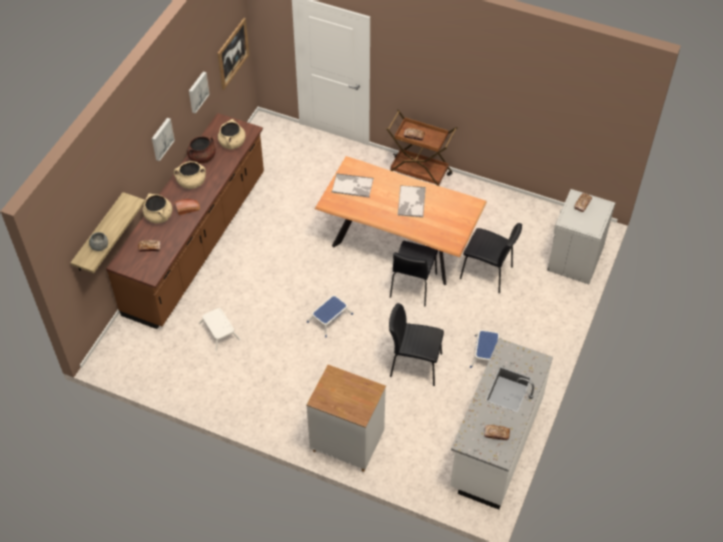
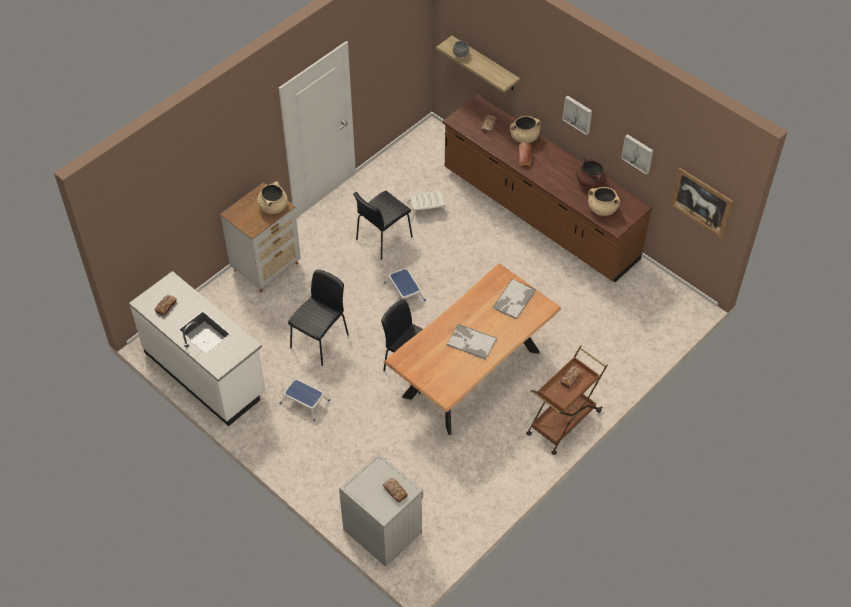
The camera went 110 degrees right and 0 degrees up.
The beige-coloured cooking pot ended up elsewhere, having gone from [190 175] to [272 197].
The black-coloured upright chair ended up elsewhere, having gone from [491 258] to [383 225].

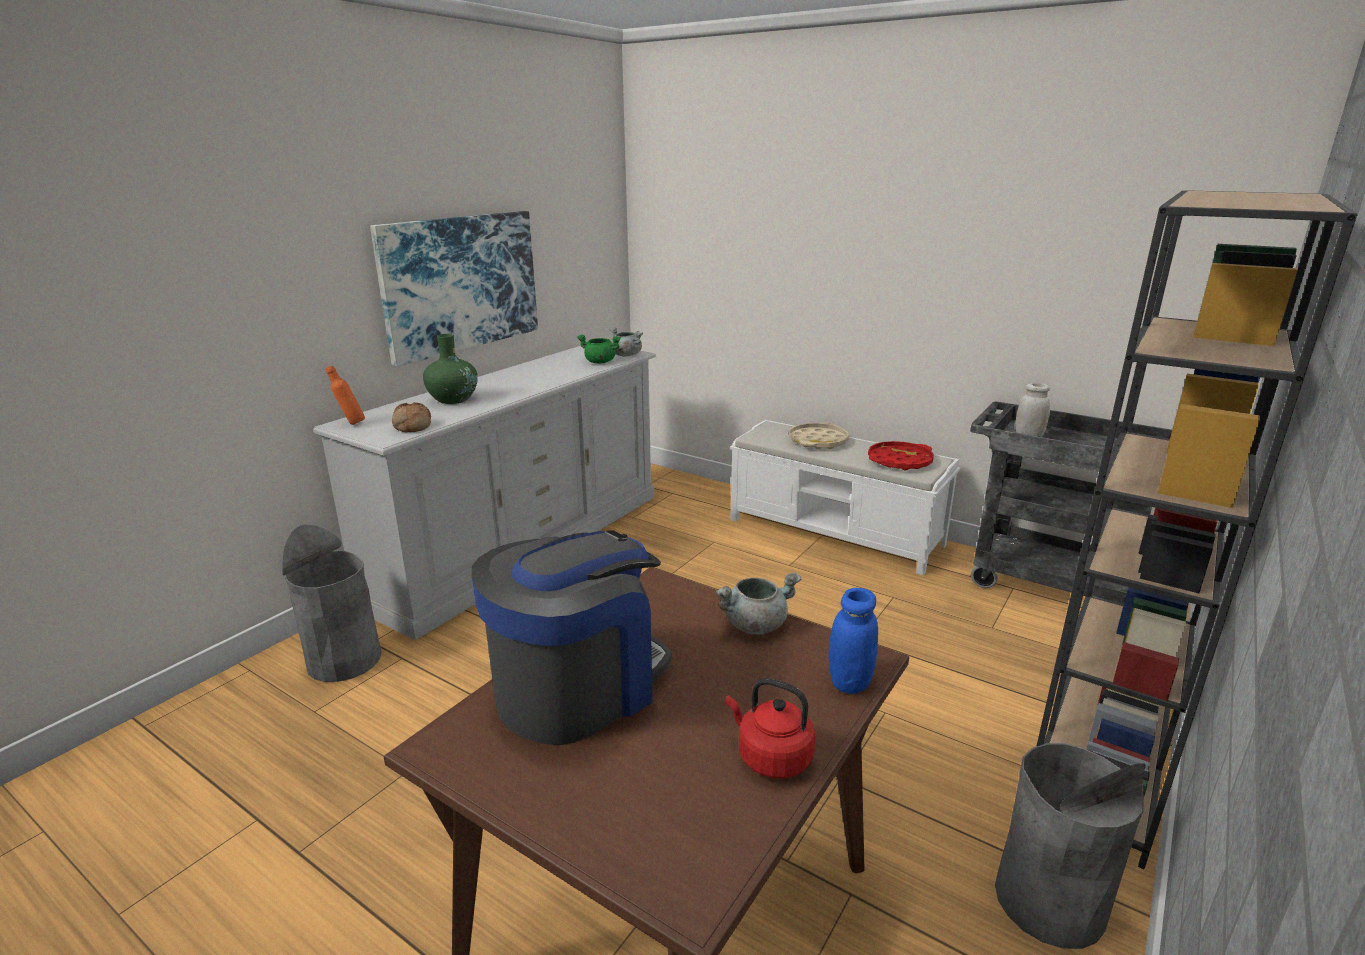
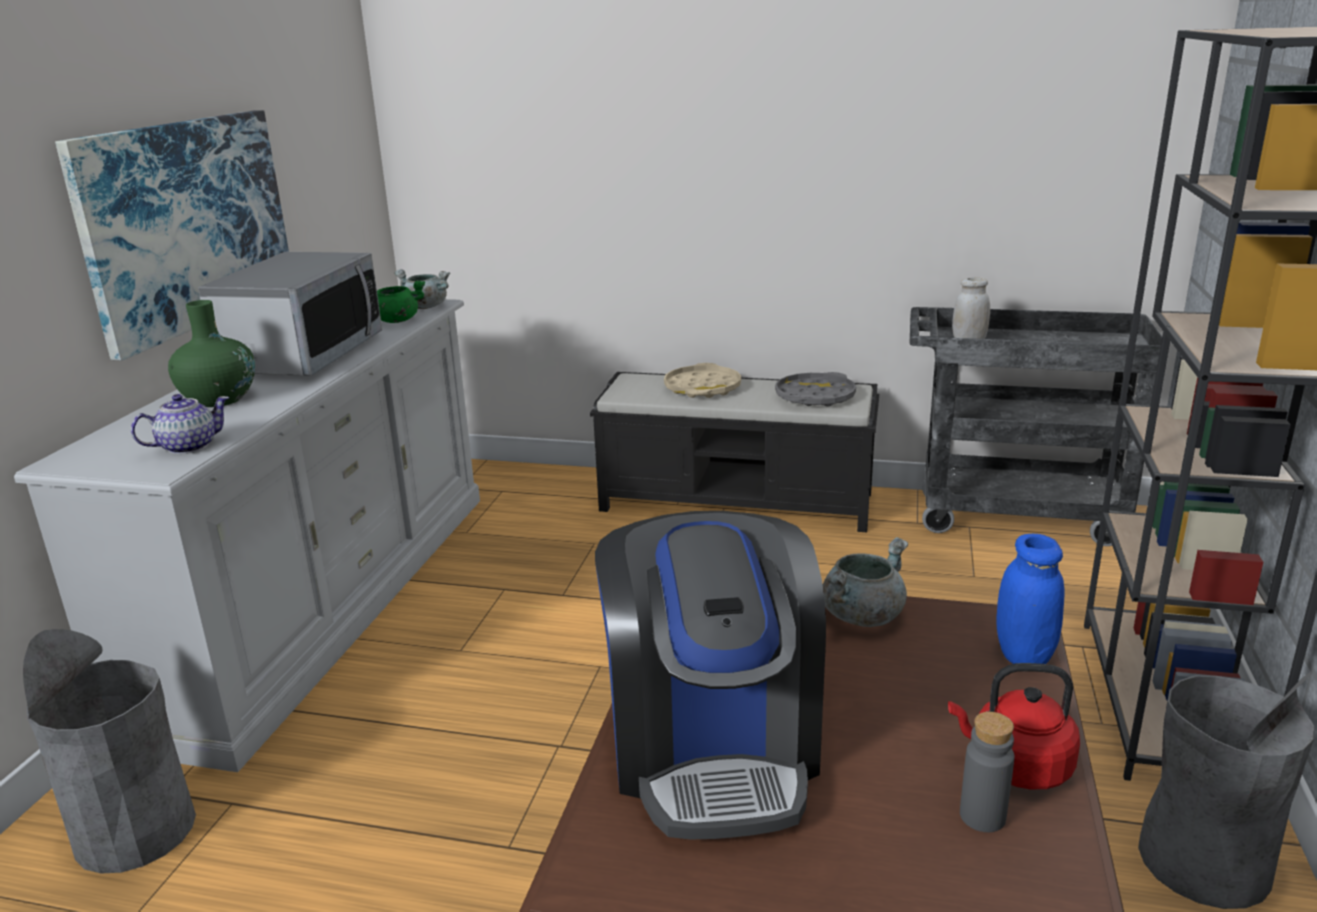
The camera went 20 degrees left and 0 degrees up.
Where the baked bread stood at [411 417], the tea pot came to stand at [180 424].
The second view gained the microwave at [290 314].
What was the white bench at [845 497] turned into the black-coloured bench at [734 452].
The coffee brewer at [572 638] ended up facing another way, 150 degrees clockwise from before.
What was the red tray at [901 455] turned into the gray tray at [815 389].
The second view gained the gray beverage bottle at [987 772].
The second view lost the orangey beverage bottle at [345 395].

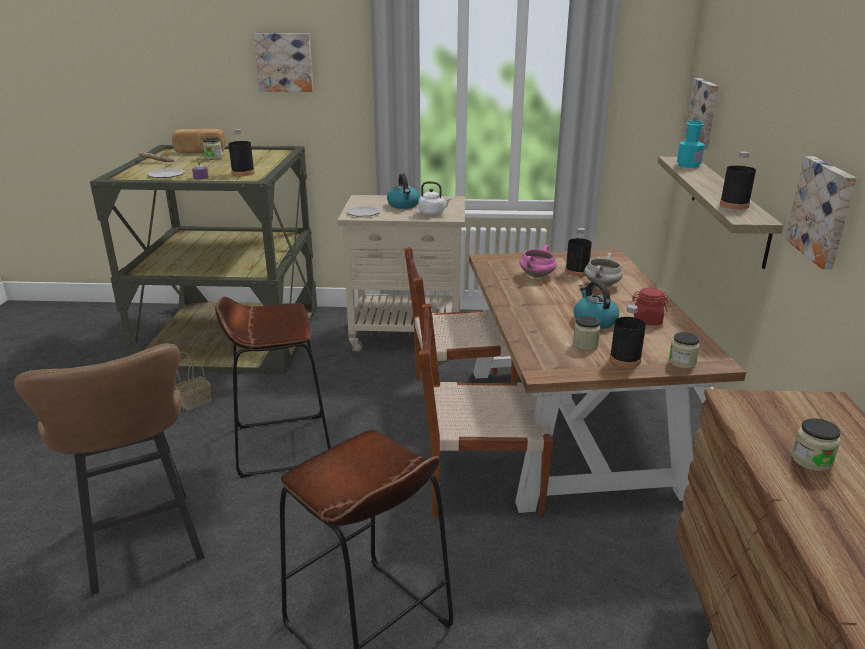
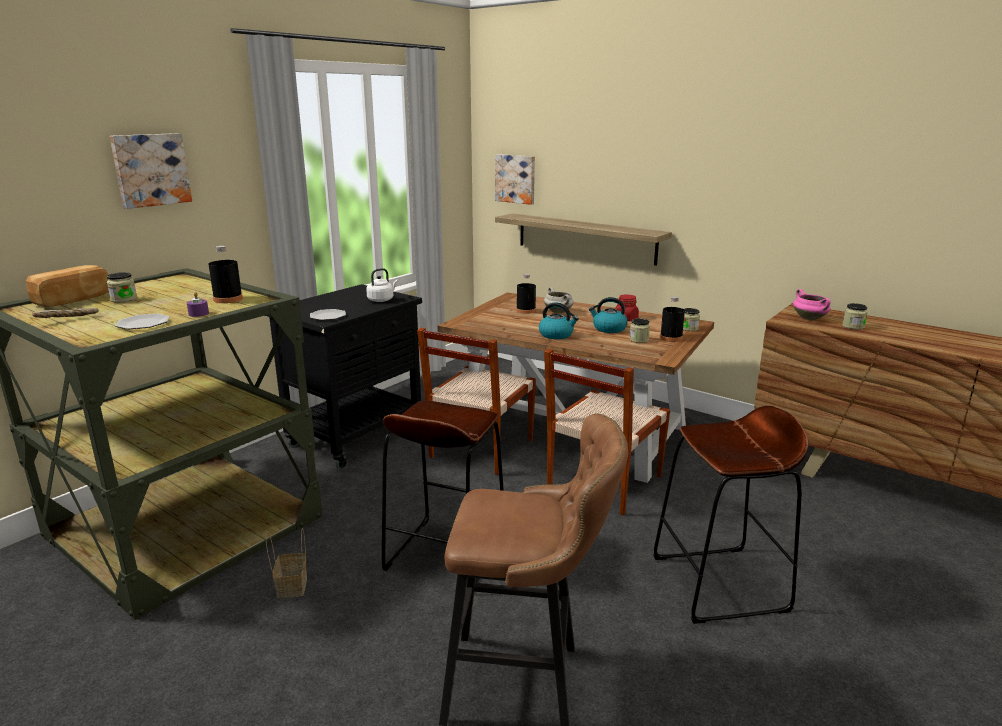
The camera went 55 degrees left and 5 degrees down.
What was the beige-coloured trolley at [401 273] turned into the black-coloured trolley at [343 376].
The water kettle ended up elsewhere, having gone from [403 191] to [559 321].
The pink-coloured cooking pot ended up elsewhere, having gone from [538 261] to [812 304].
The second view lost the turquoise beverage bottle at [691 144].
The second view lost the black-coloured beverage bottle at [738 180].
The second view lost the wall art at [821 212].

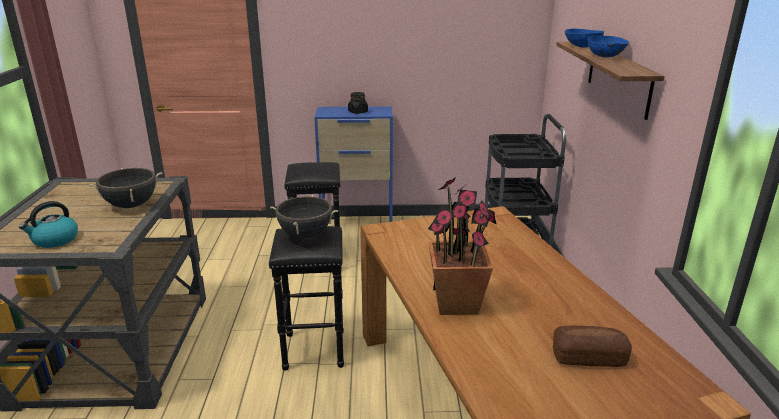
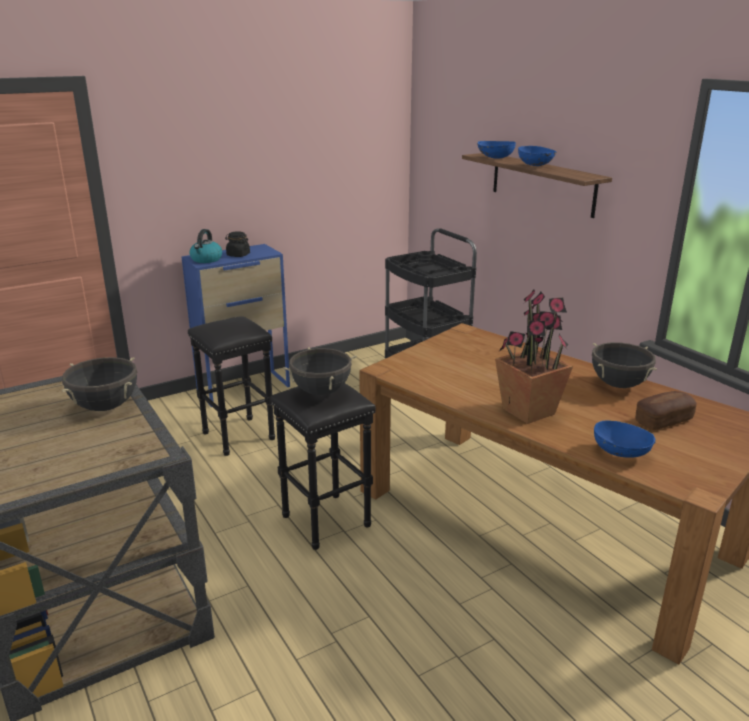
The camera went 30 degrees left and 0 degrees up.
The water kettle ended up elsewhere, having gone from [48 224] to [206 246].
The second view gained the black-coloured cooking pot at [624 365].
The second view gained the blue-coloured serving bowl at [625 439].

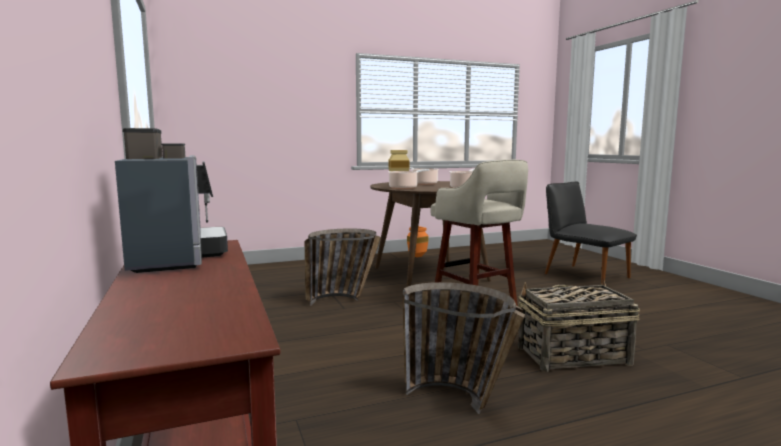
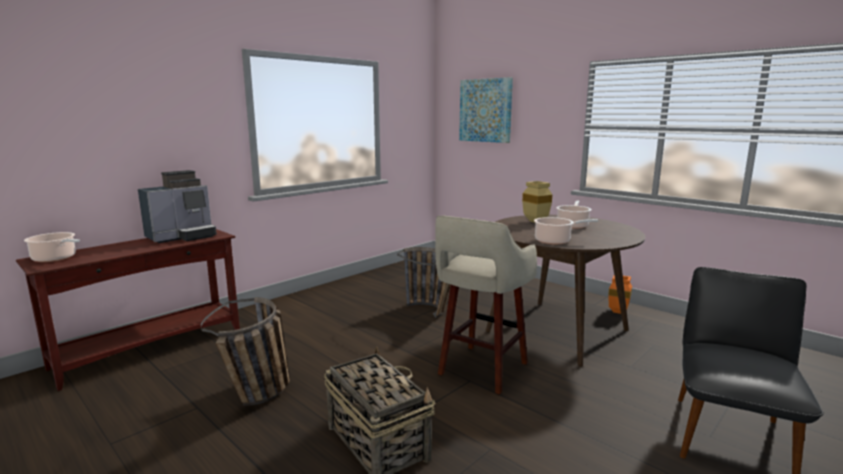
The camera went 65 degrees right and 5 degrees up.
The cooking pot ended up elsewhere, having gone from [408 179] to [52 247].
The second view gained the wall art at [486 110].

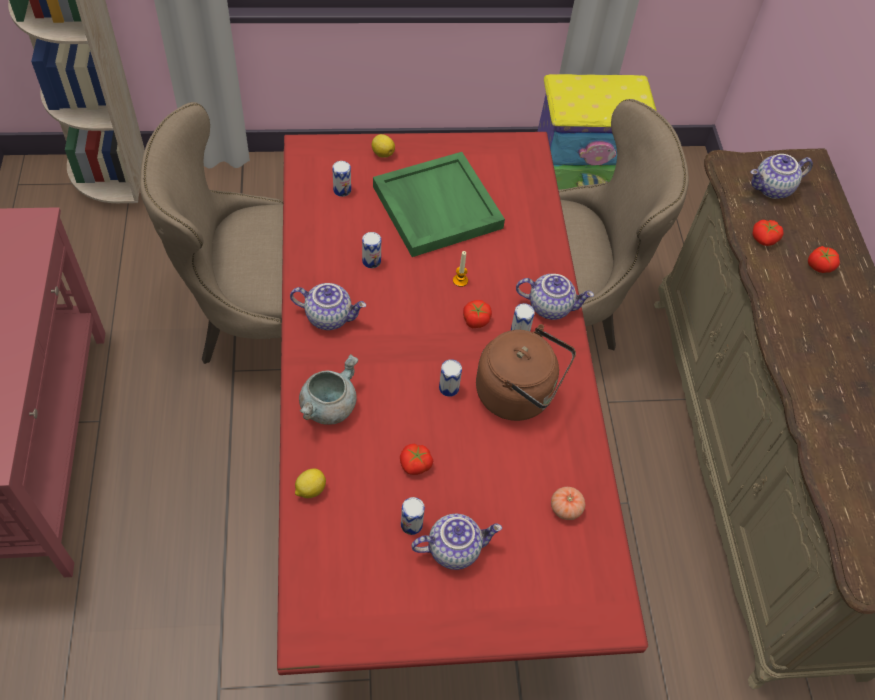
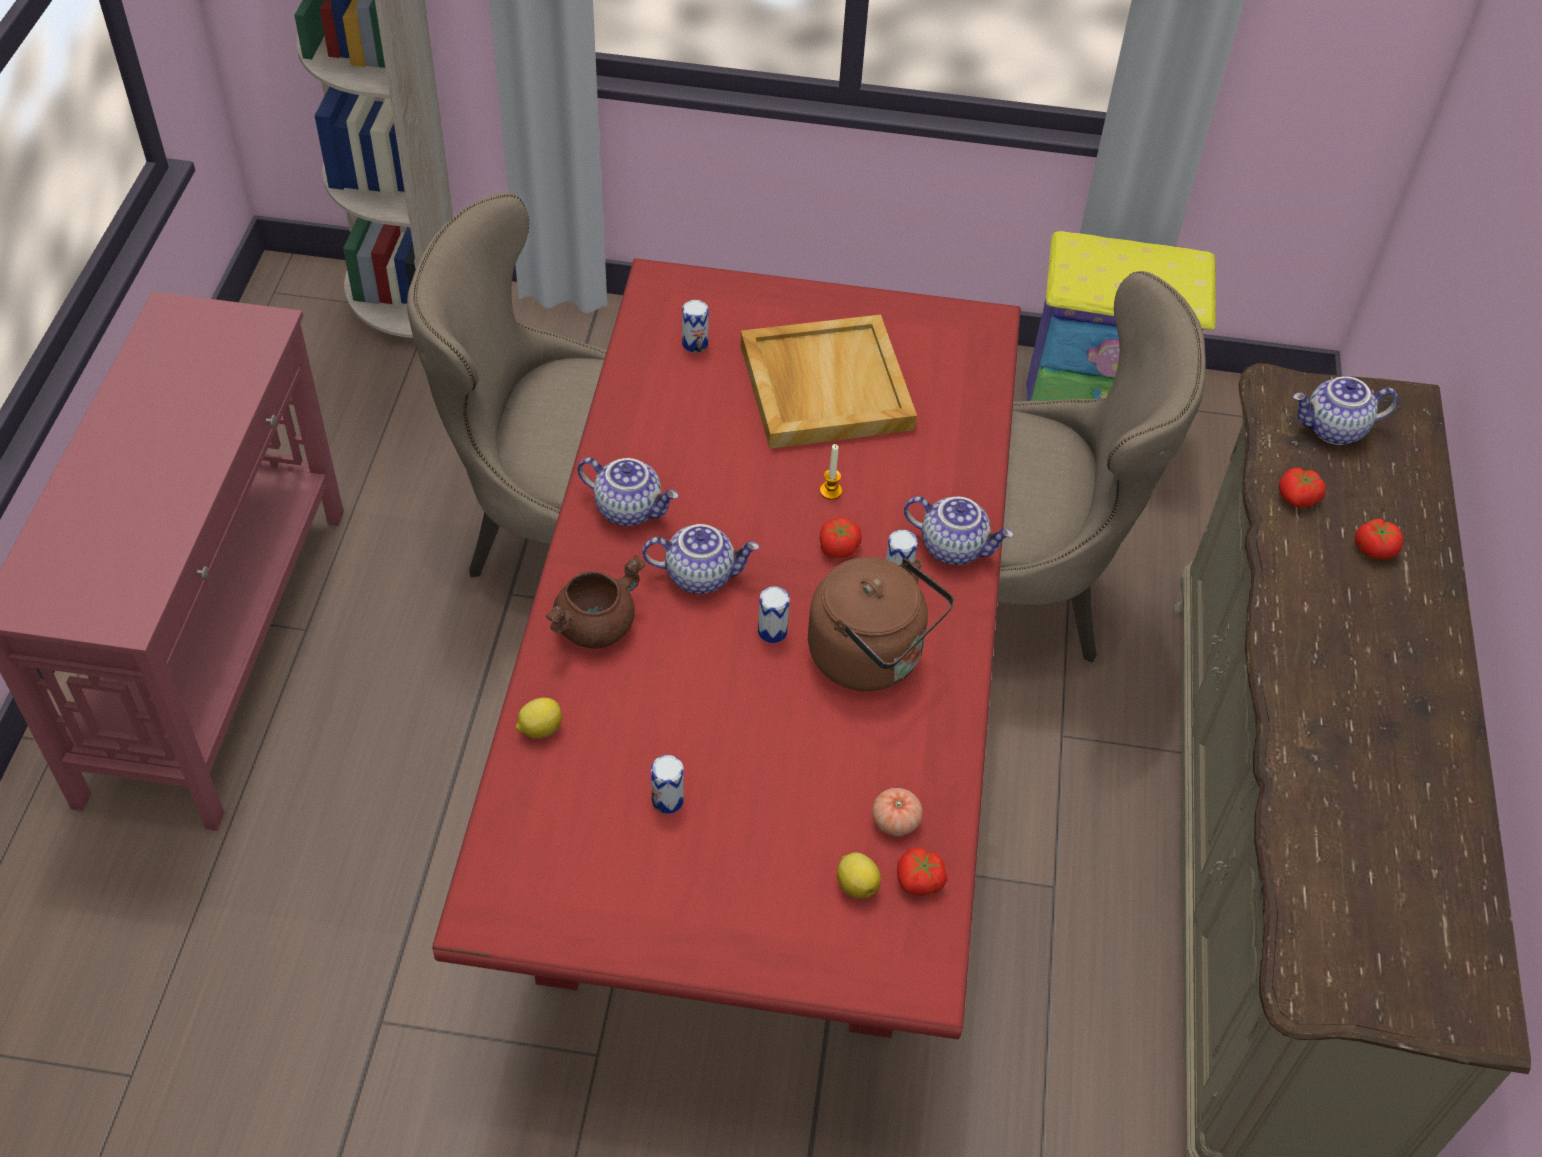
The camera went 15 degrees right and 5 degrees down.
What was the gray cooking pot at [328 389] turned into the brown-coloured cooking pot at [595 602].
The tea pot ended up elsewhere, having gone from [456 542] to [700 559].
What was the green-coloured tray at [439 204] turned into the beige-coloured tray at [829 381].
The whole lemon ended up elsewhere, having gone from [383 146] to [859 875].
The fresh tomato ended up elsewhere, having gone from [416 459] to [922 871].
The second view lost the metal can at [371 250].

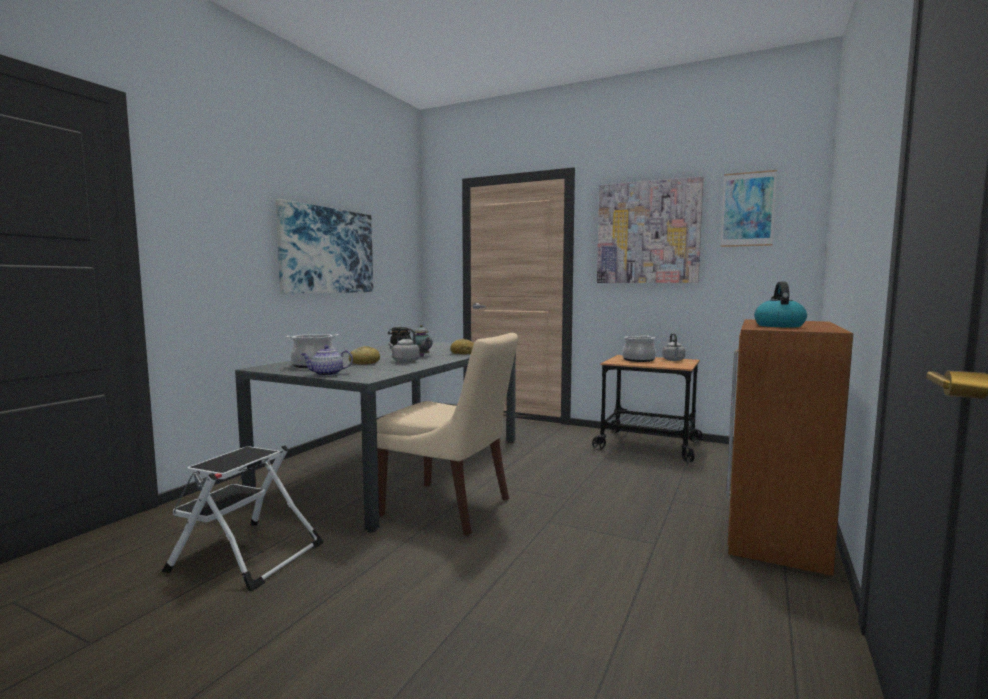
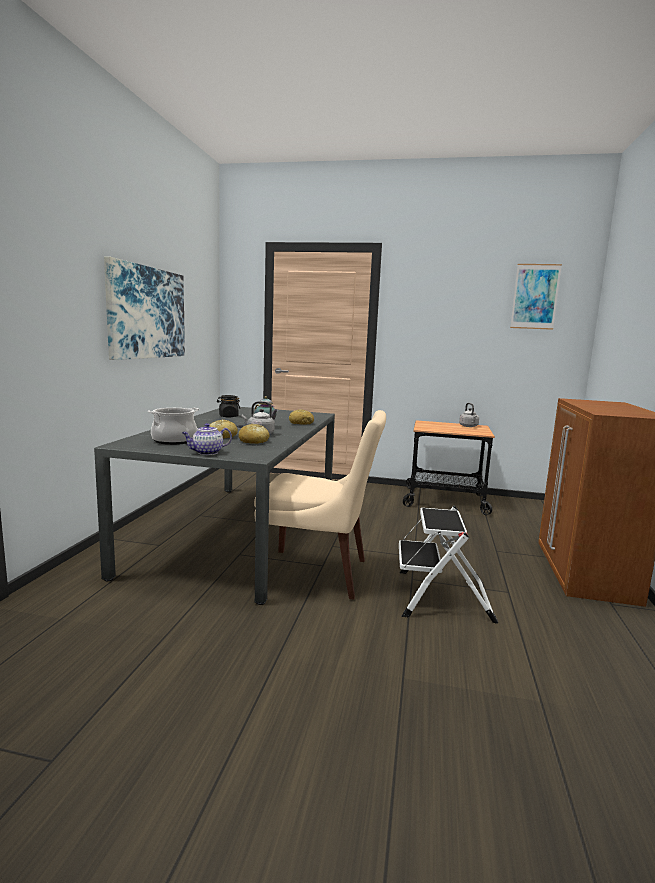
The camera went 15 degrees left and 5 degrees up.
The second view gained the baked bread at [253 434].
The step stool ended up elsewhere, having gone from [243 518] to [448 564].
The second view lost the wall art at [650 229].
The second view lost the cooking pot at [639 348].
The second view lost the water kettle at [780 304].

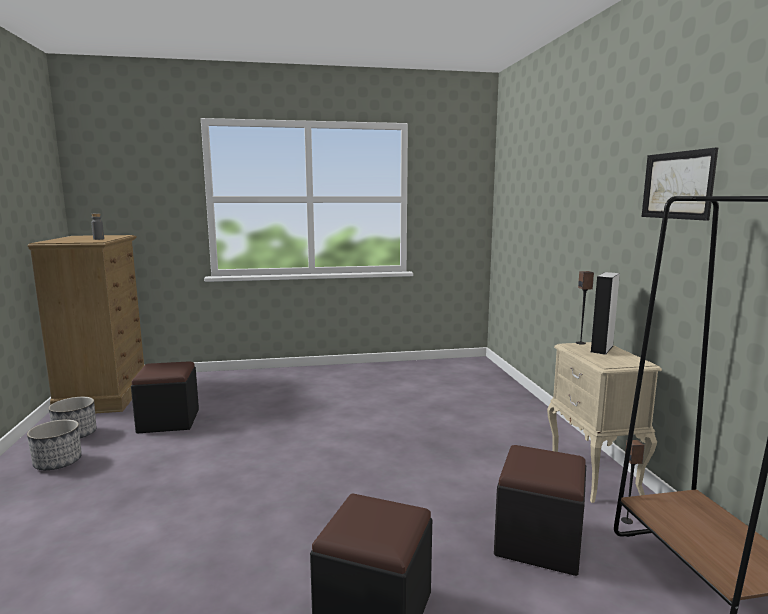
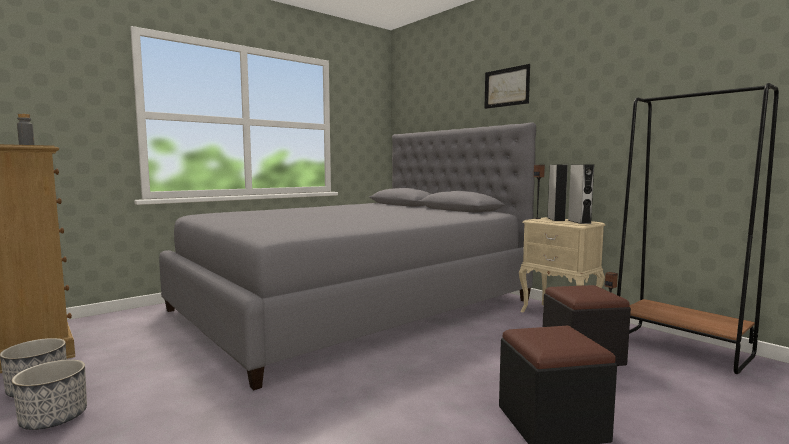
The camera went 30 degrees left and 5 degrees down.
The second view gained the gray bed at [347 256].
The wall art ended up elsewhere, having gone from [680 184] to [507 86].
The second view gained the gray audio speaker at [581 194].
The second view lost the black-coloured ottoman at [165 397].

